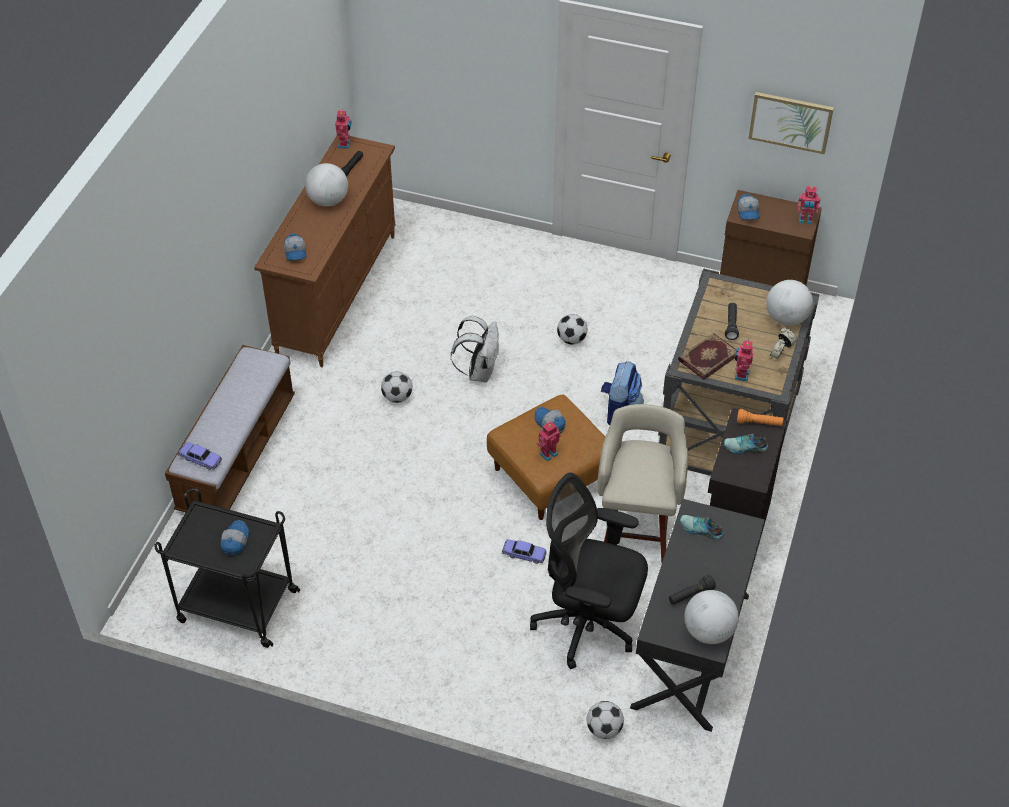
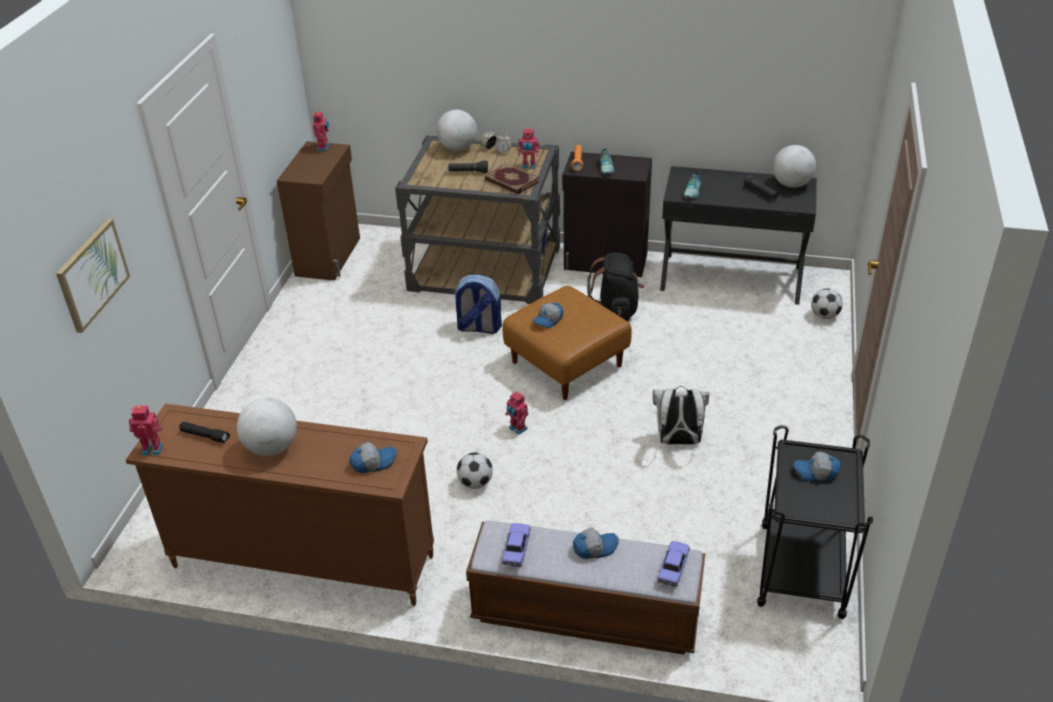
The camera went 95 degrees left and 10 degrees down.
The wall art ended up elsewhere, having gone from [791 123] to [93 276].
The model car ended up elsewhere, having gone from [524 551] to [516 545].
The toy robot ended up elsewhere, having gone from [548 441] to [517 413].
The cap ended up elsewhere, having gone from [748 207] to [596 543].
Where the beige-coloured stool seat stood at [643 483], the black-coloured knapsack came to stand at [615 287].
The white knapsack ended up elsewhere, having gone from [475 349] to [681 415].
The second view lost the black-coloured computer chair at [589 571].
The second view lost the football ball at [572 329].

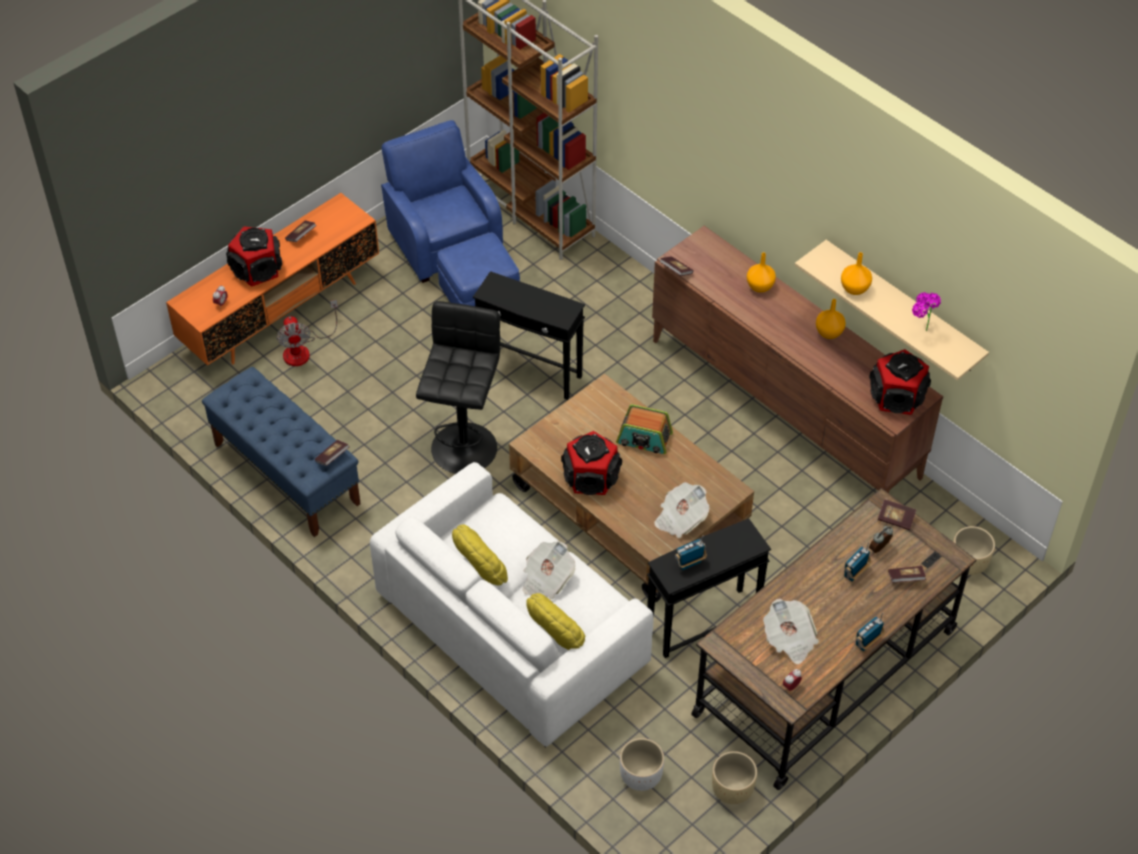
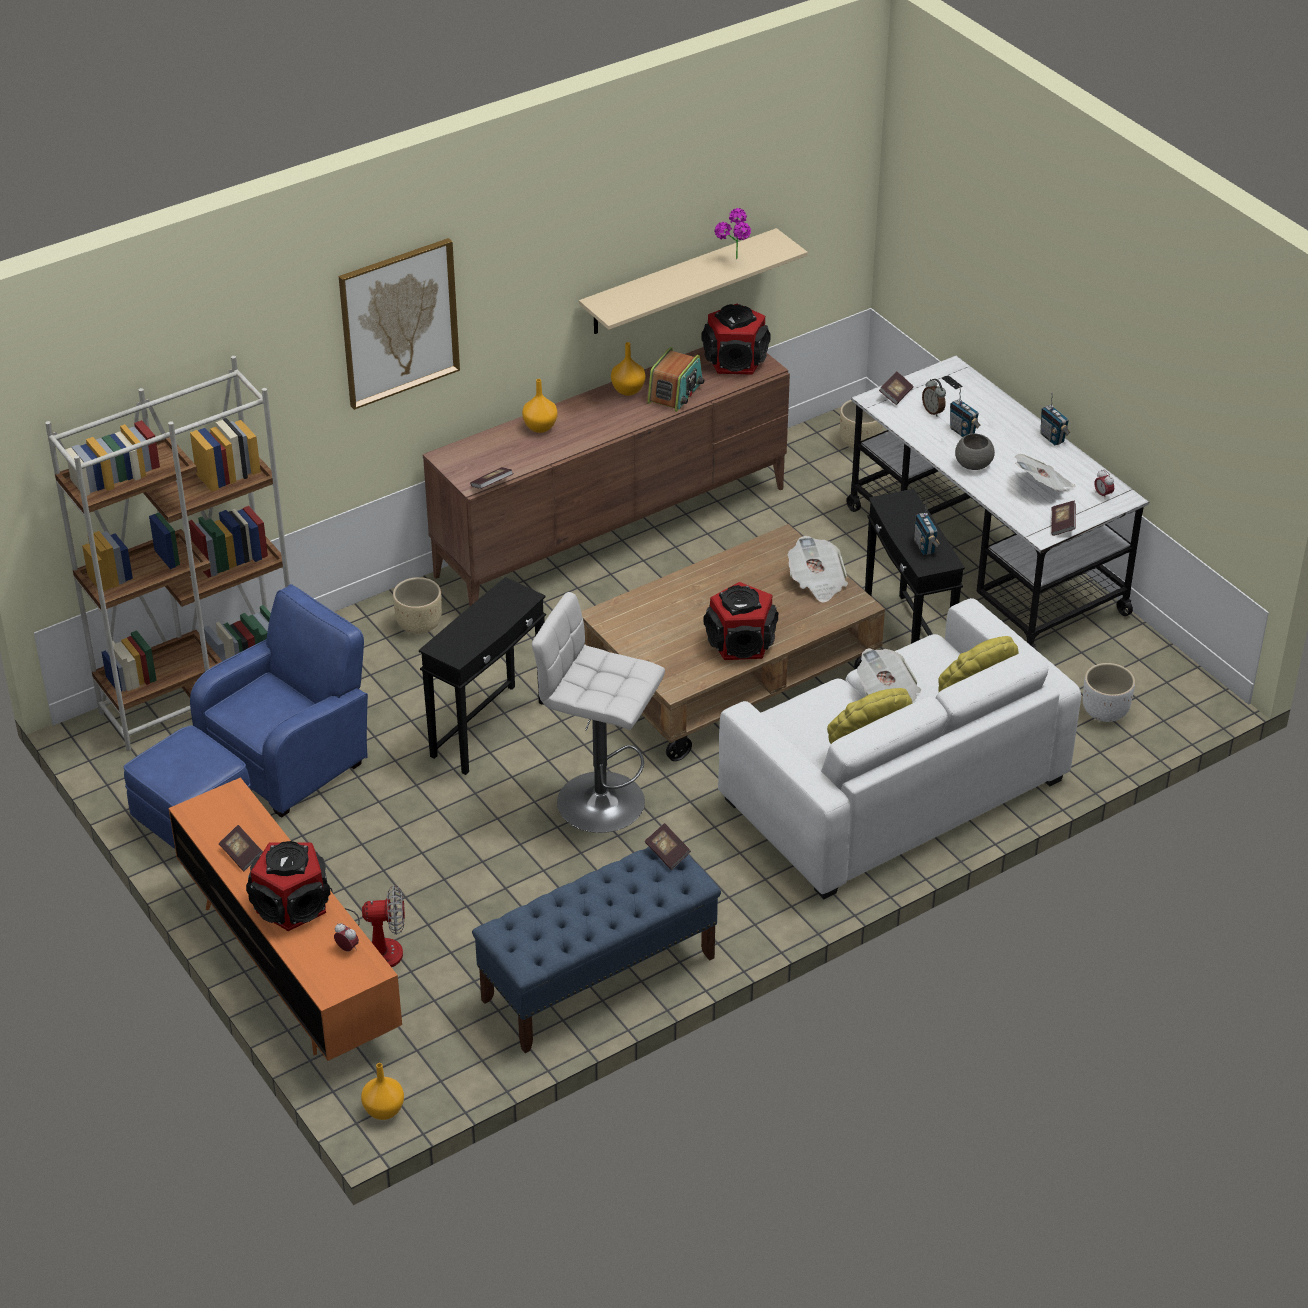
The camera went 80 degrees left and 10 degrees down.
The blue-coloured easy chair at [450 213] ended up facing another way, 150 degrees clockwise from before.
The second view gained the wall art at [399 324].
The orangey flower vase ended up elsewhere, having gone from [856 273] to [382 1091].
The beige-coloured planter ended up elsewhere, having gone from [734 777] to [417 605].
What was the black-coloured stool seat at [458 387] turned into the white stool seat at [598 712].
The radio receiver ended up elsewhere, having gone from [644 429] to [675 379].
What was the brown-coloured desk at [833 639] turned into the white desk at [997 503].
The second view gained the gray serving bowl at [975 452].
The volume ended up elsewhere, having gone from [907 574] to [1063 518].

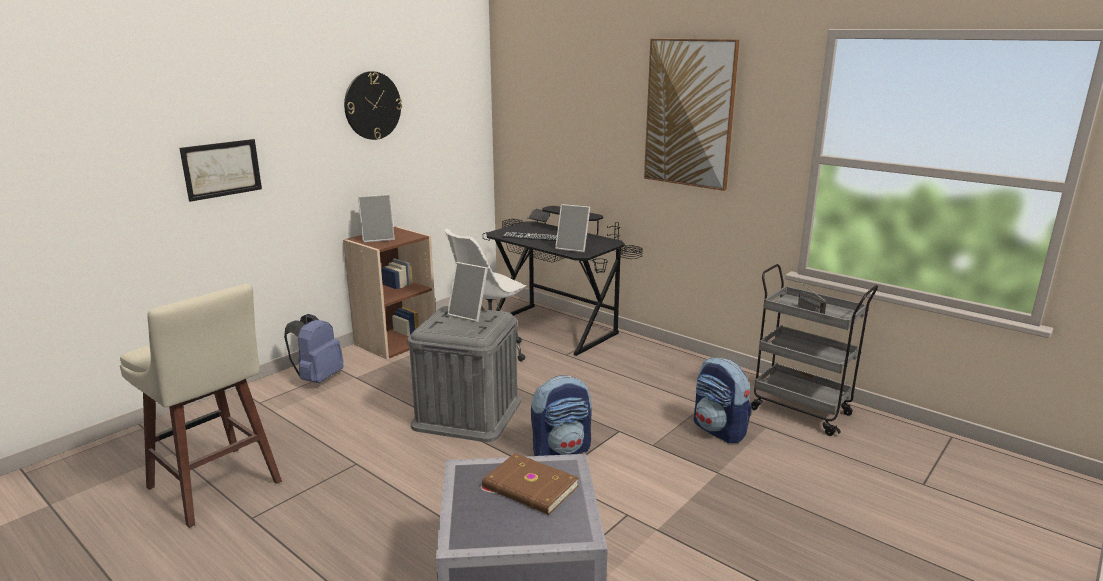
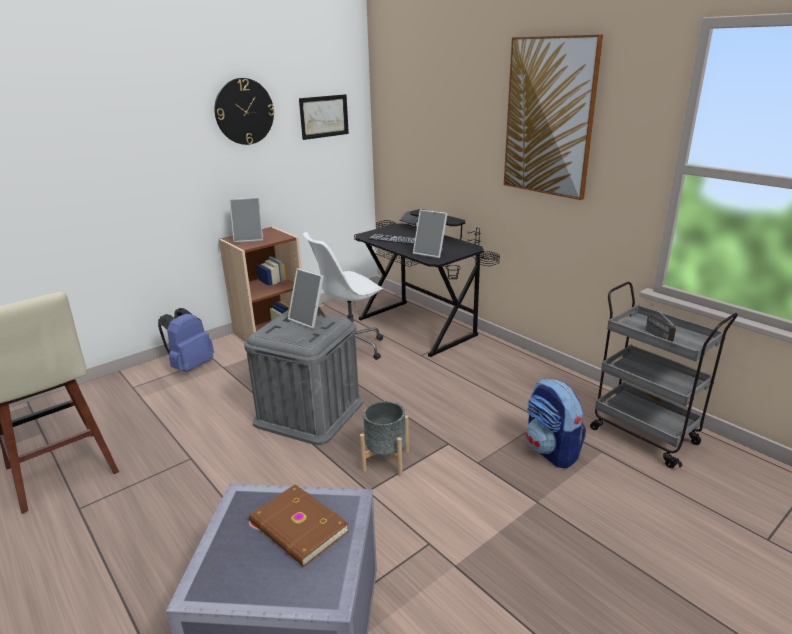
The camera went 10 degrees right and 5 degrees up.
The wall art ended up elsewhere, having gone from [220 170] to [324 117].
Where the knapsack stood at [561 416], the gray planter came to stand at [384 438].

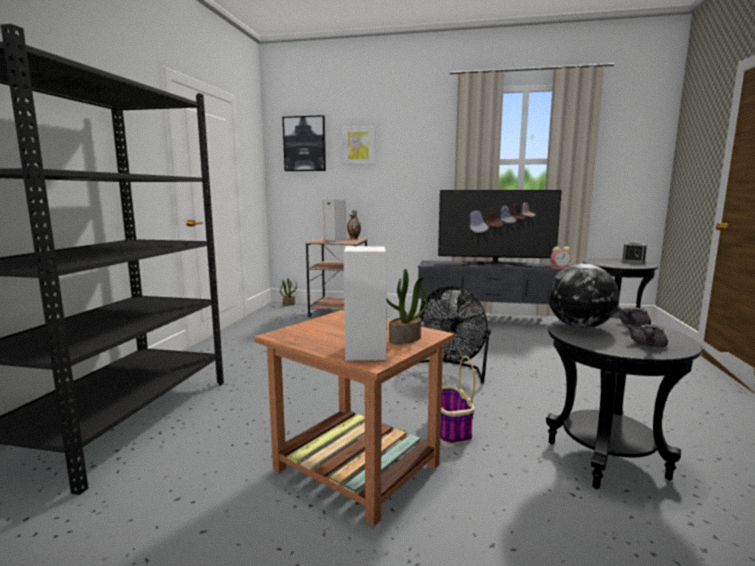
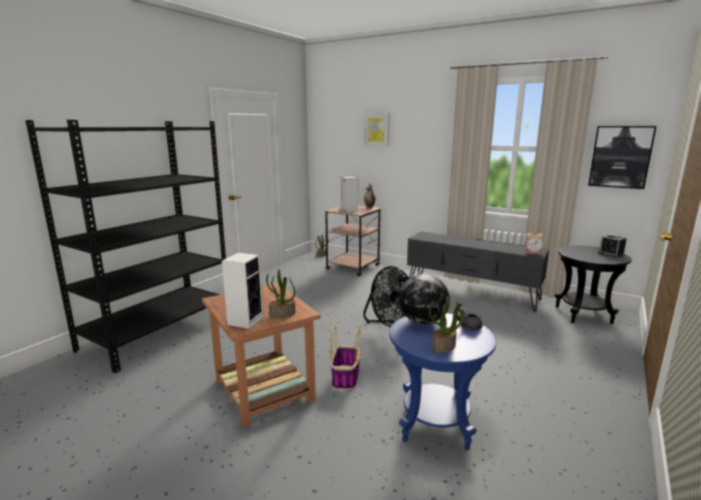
The camera went 20 degrees right and 5 degrees up.
What was the black-coloured side table at [624 403] turned into the blue-coloured side table at [442 381].
Where the gray tea pot stood at [647 336], the plant in a pot came to stand at [446 324].
The wall art ended up elsewhere, having gone from [304 143] to [622 157].
The second view lost the TV at [500 228].

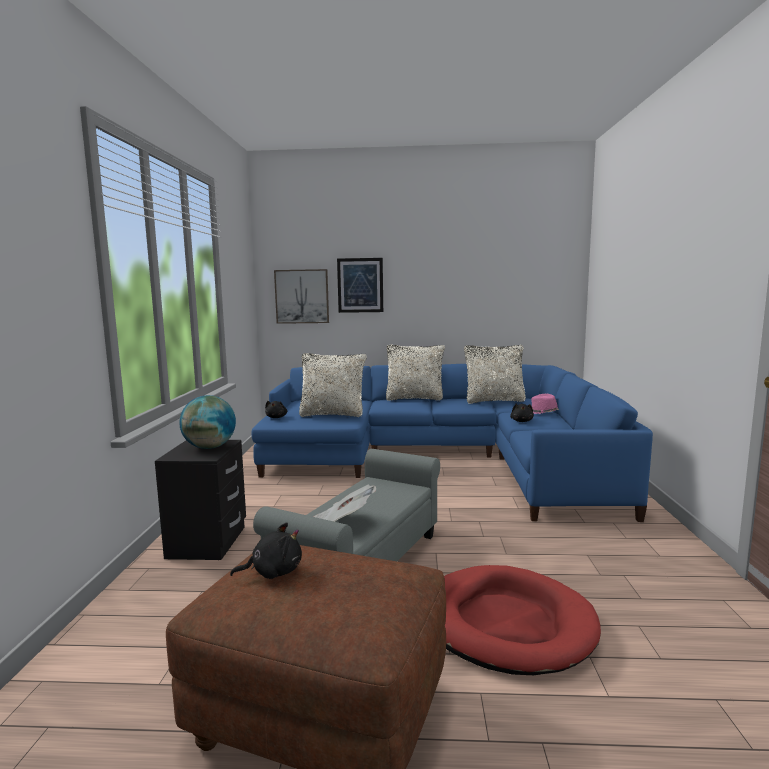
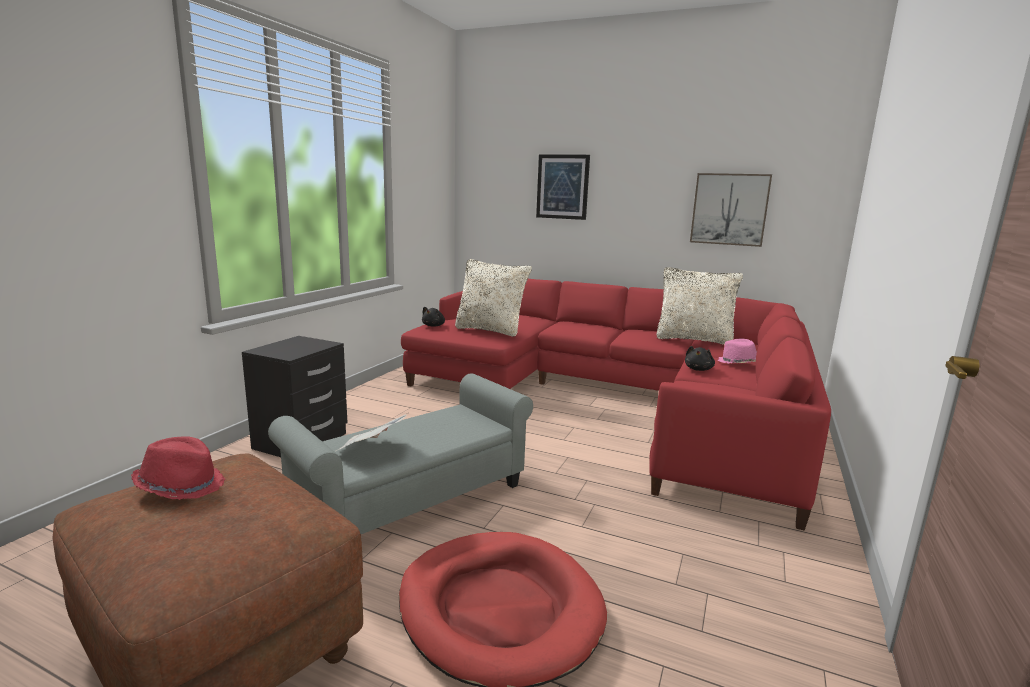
The camera went 20 degrees right and 5 degrees up.
Where the black-coloured plush toy stood at [266 551], the red hat came to stand at [178 468].
What was the blue-coloured couch at [452 443] turned into the red couch at [616 405].
The wall art ended up elsewhere, having gone from [301 296] to [731 210].
The second view lost the desk globe at [207 422].
The second view lost the beige-coloured pillow at [415 373].

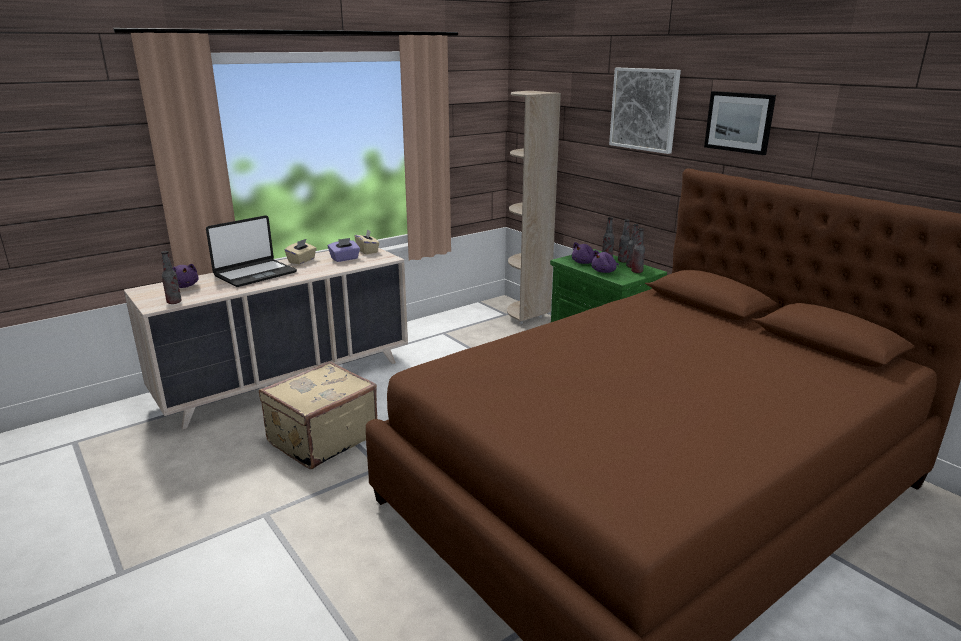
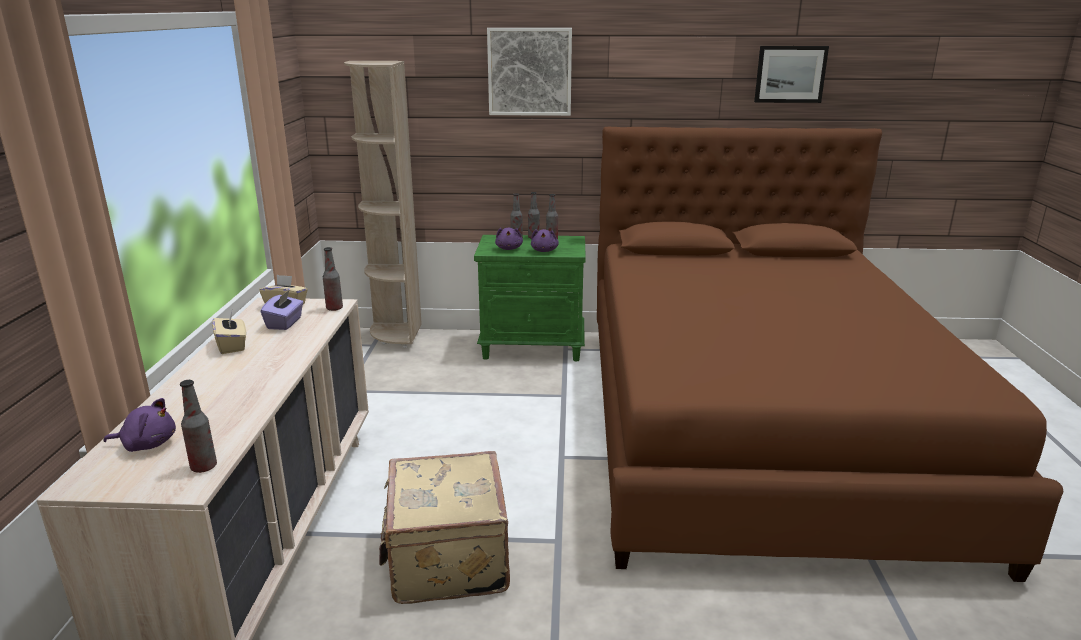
The camera went 50 degrees left and 0 degrees up.
The beverage bottle ended up elsewhere, having gone from [638 250] to [333 279].
The wall art ended up elsewhere, having gone from [740 123] to [791 74].
The second view lost the laptop at [251 251].

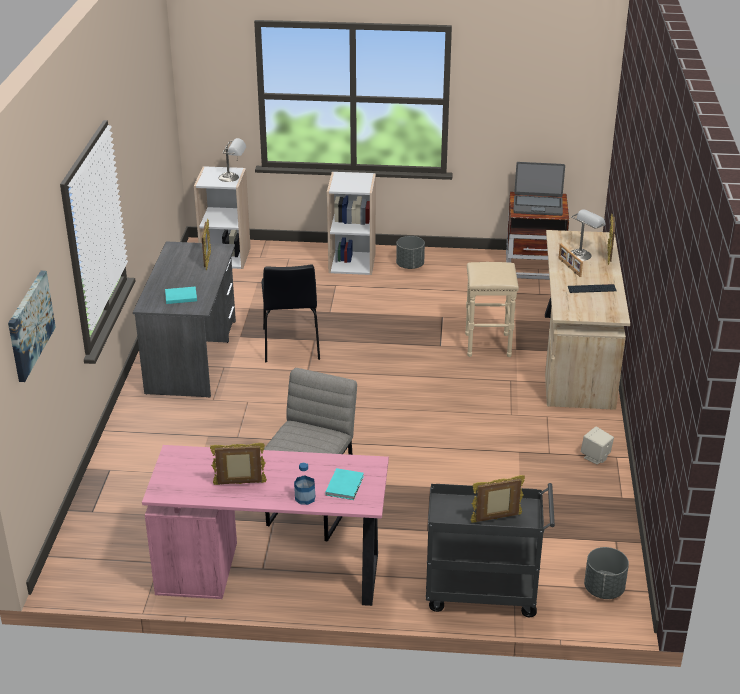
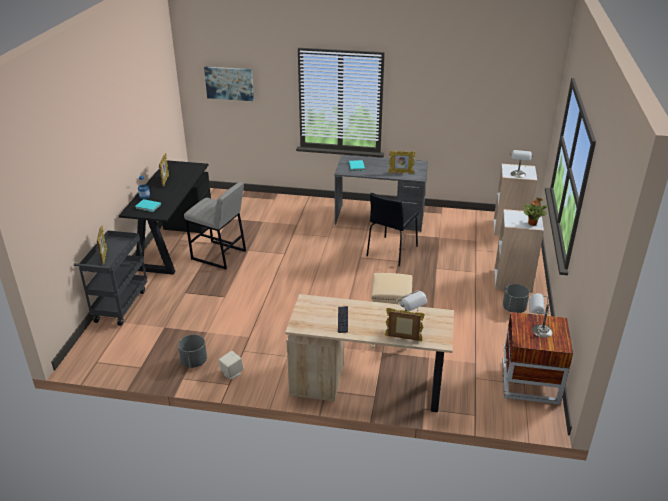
The camera went 95 degrees right and 0 degrees up.
What was the pink-coloured desk at [265 525] turned into the black-coloured desk at [165 217].
The gray planter ended up elsewhere, having gone from [606 573] to [192 351].
The black-coloured upright chair at [291 313] ended up facing another way, 60 degrees counterclockwise from before.
The second view gained the plant in a pot at [536 212].
Where the laptop stood at [539 189], the white table lamp came to stand at [541 315].
The second view lost the standing frame at [570 260].

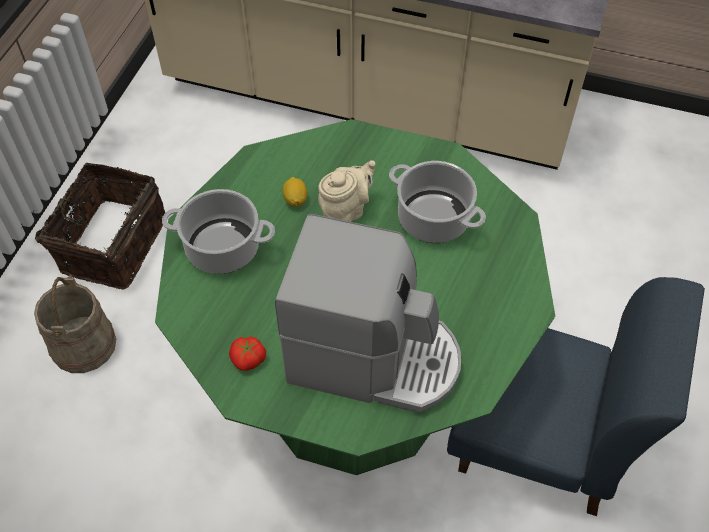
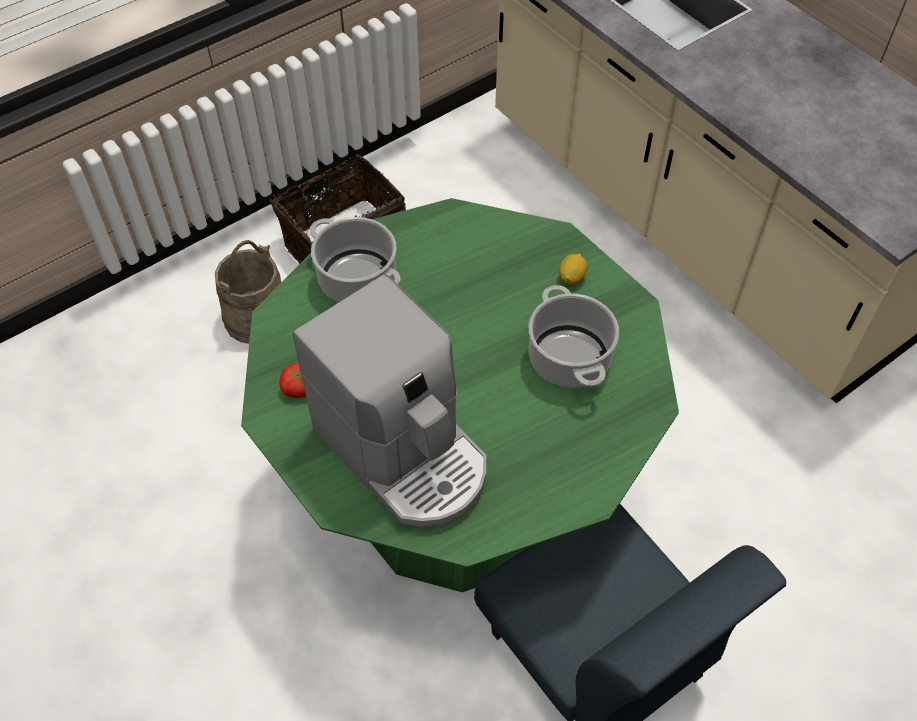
The camera went 35 degrees right and 0 degrees up.
The whole lemon ended up elsewhere, having gone from [294 192] to [573 269].
The second view lost the beige-coloured tea pot at [346 191].

